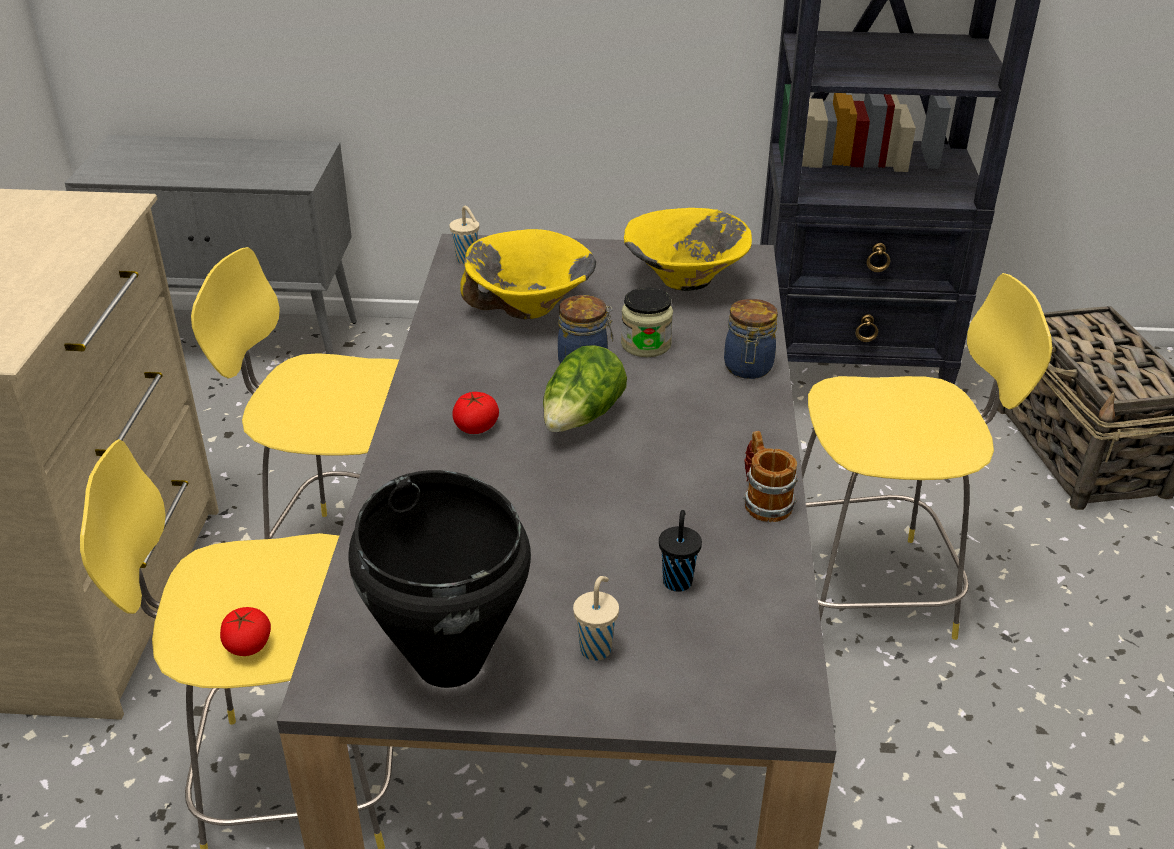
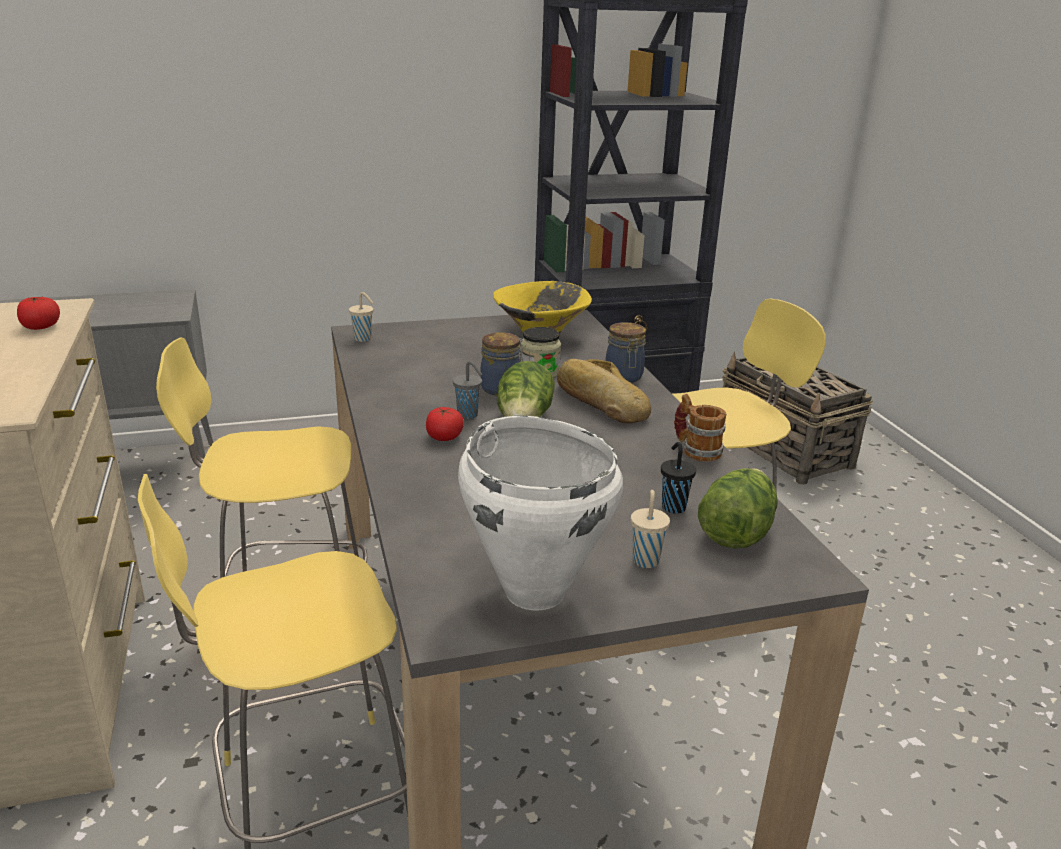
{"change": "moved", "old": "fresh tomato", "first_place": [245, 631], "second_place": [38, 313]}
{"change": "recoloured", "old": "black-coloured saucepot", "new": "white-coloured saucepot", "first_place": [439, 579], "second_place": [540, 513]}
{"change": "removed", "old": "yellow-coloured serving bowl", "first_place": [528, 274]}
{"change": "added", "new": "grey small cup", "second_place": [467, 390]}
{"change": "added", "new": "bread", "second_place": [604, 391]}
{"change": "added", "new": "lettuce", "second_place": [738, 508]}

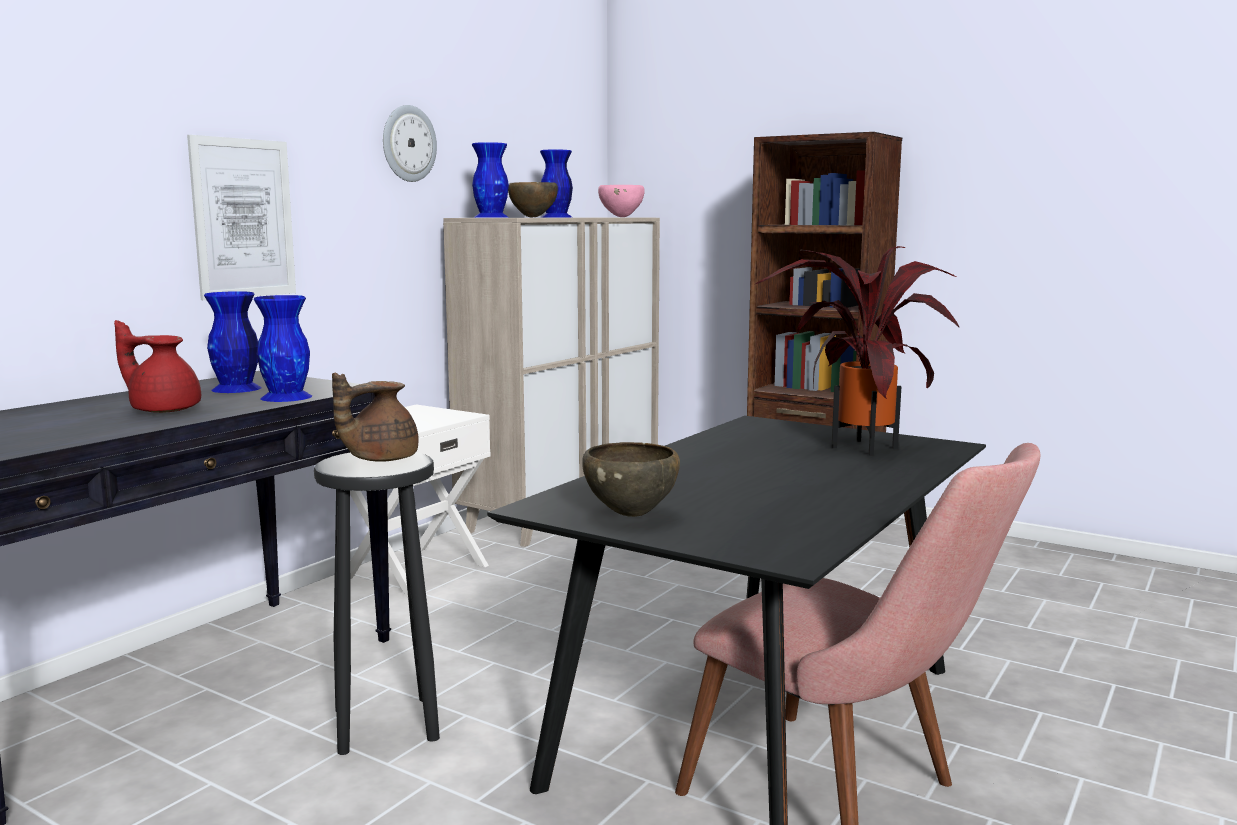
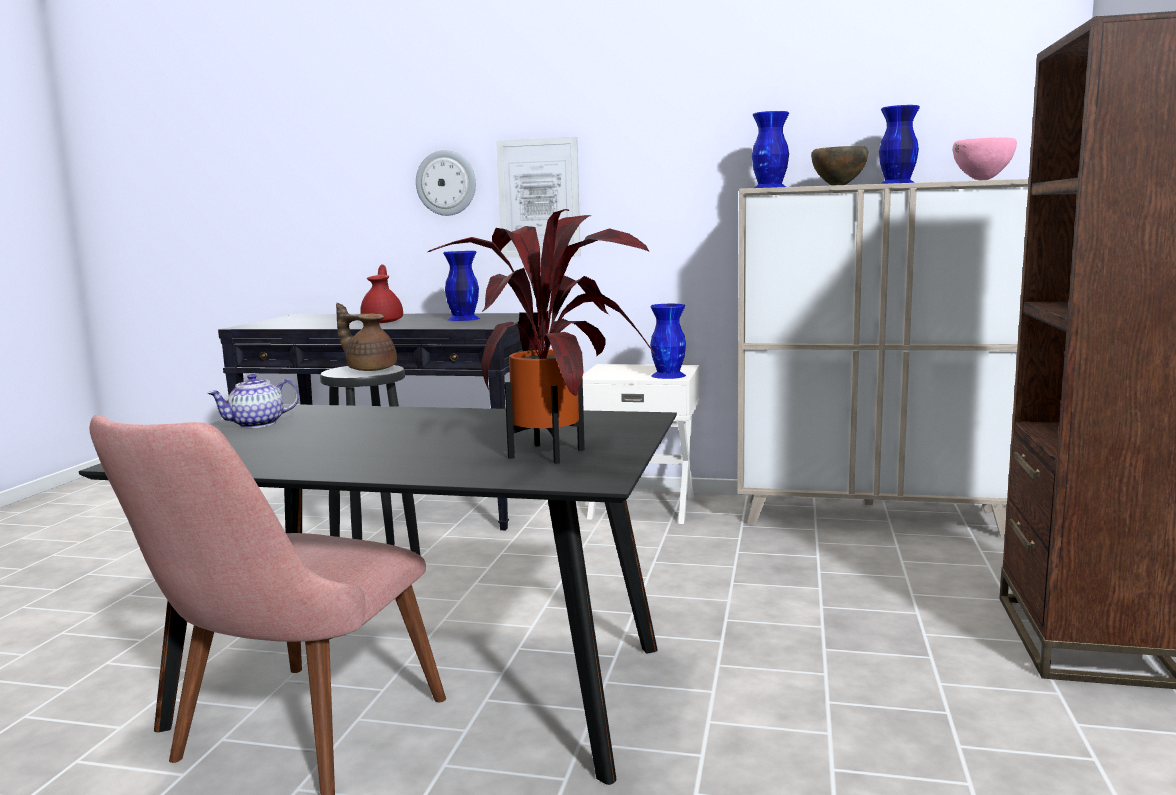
{"change": "moved", "old": "blue-coloured decorative vase", "first_place": [282, 348], "second_place": [668, 341]}
{"change": "moved", "old": "hanging clock", "first_place": [410, 143], "second_place": [446, 183]}
{"change": "replaced", "old": "brown serving bowl", "new": "pot for tea", "first_place": [631, 479], "second_place": [253, 401]}

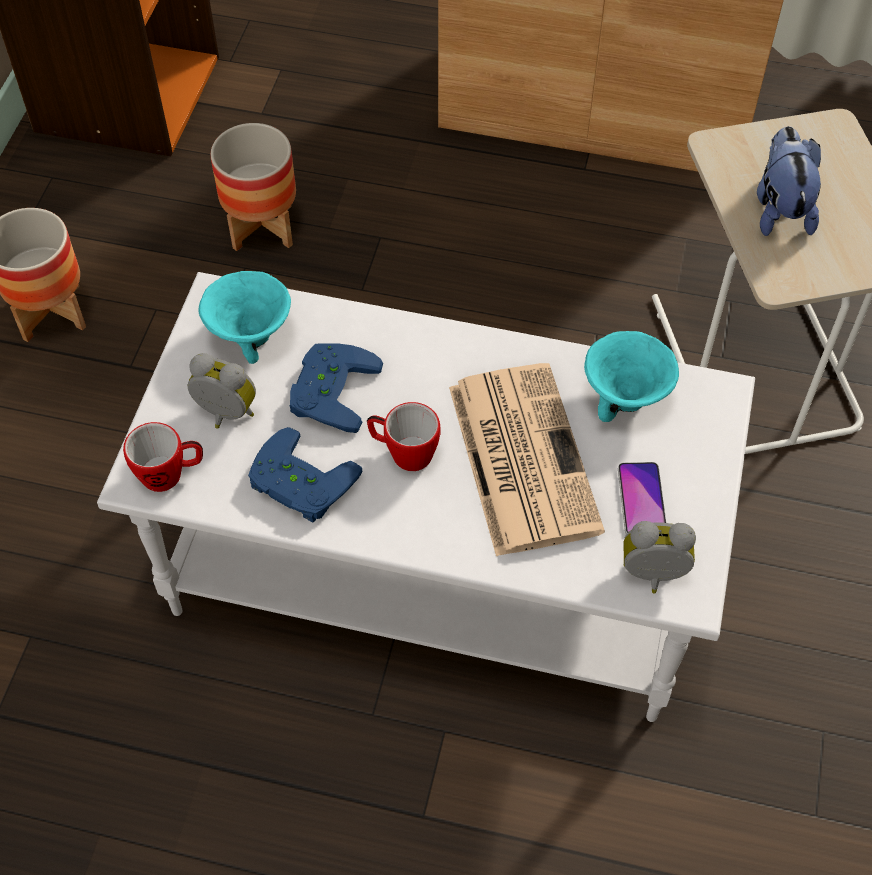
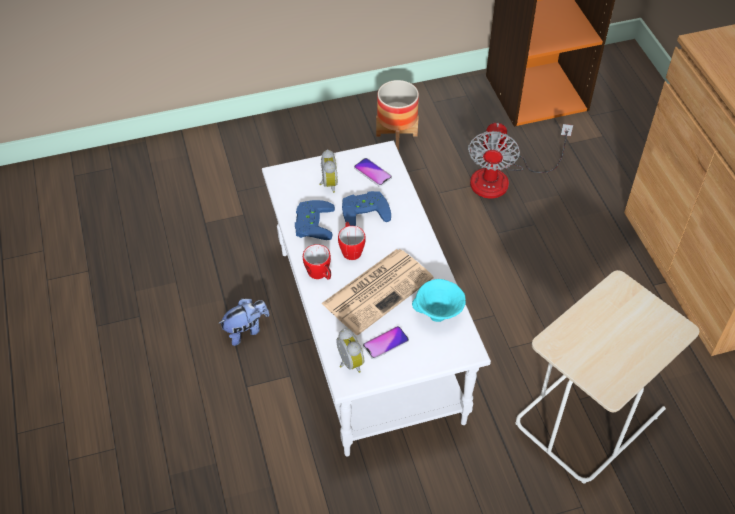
{"change": "moved", "old": "coffee mug", "first_place": [163, 457], "second_place": [317, 262]}
{"change": "replaced", "old": "turquoise-coloured serving bowl", "new": "handset", "first_place": [244, 317], "second_place": [373, 172]}
{"change": "replaced", "old": "plant pot", "new": "fan", "first_place": [253, 187], "second_place": [520, 160]}
{"change": "moved", "old": "plush toy", "first_place": [789, 181], "second_place": [243, 322]}

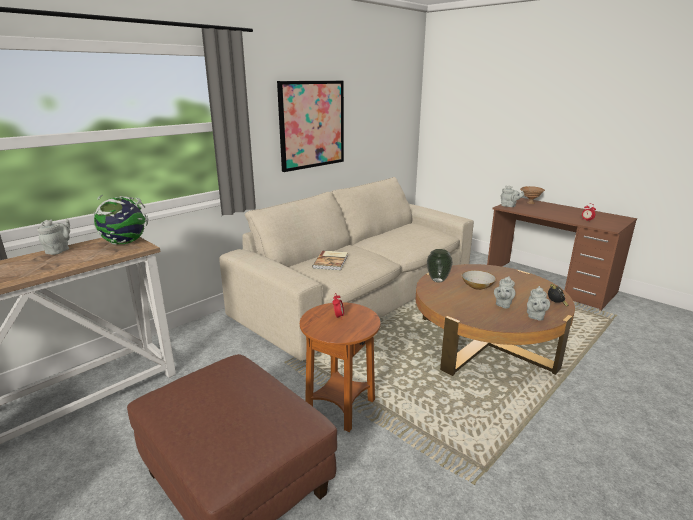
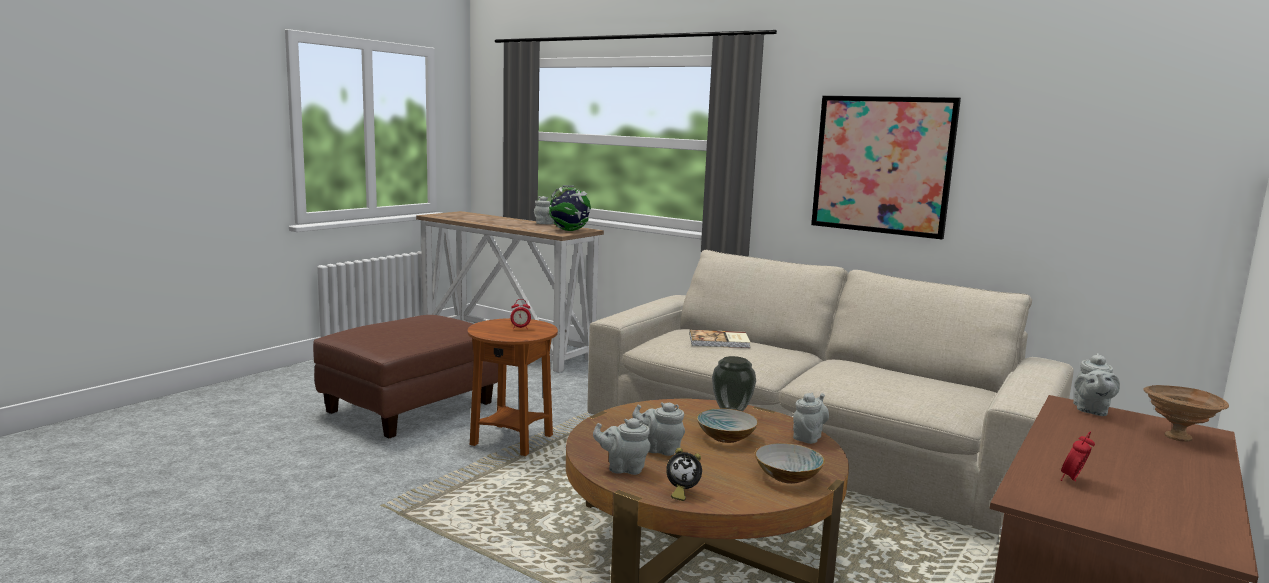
{"change": "added", "new": "serving bowl", "second_place": [790, 463]}
{"change": "added", "new": "grey pot for tea", "second_place": [811, 418]}

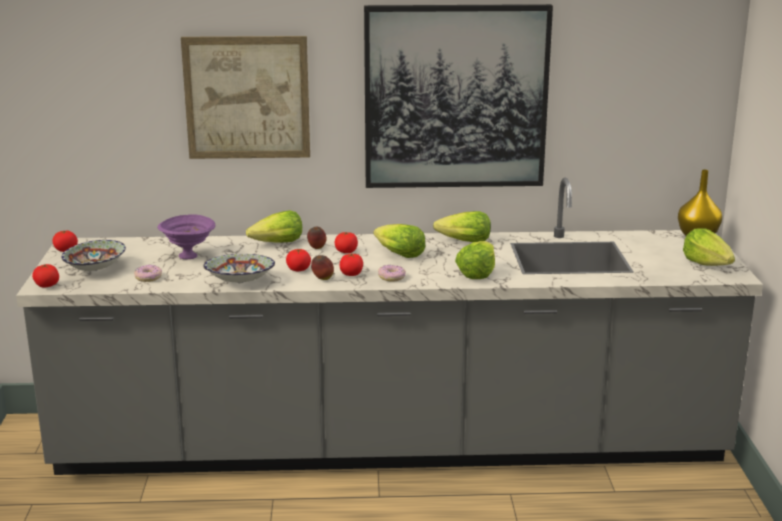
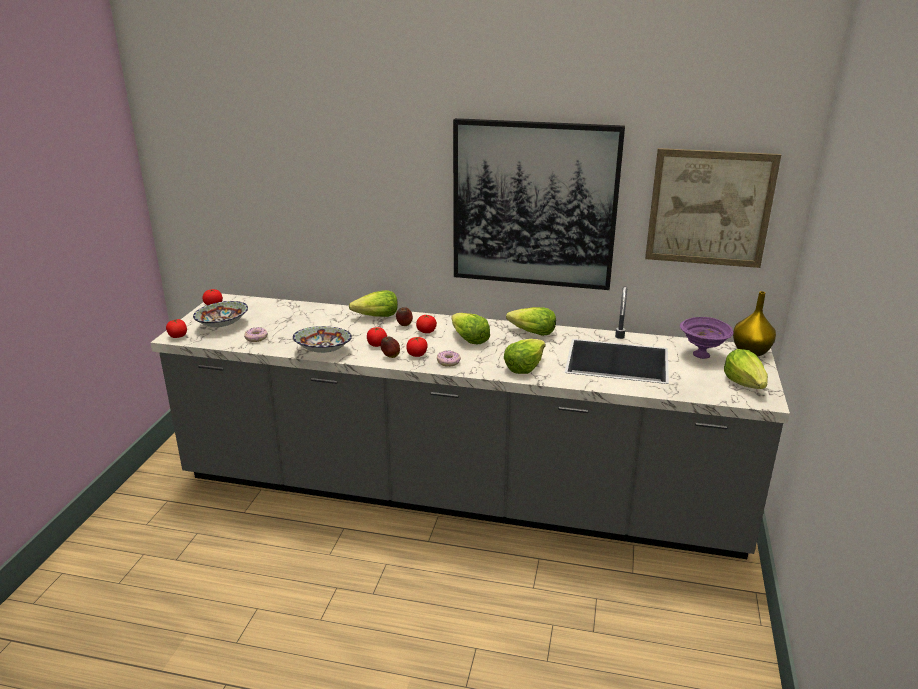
{"change": "moved", "old": "purplish serving bowl", "first_place": [186, 236], "second_place": [707, 338]}
{"change": "moved", "old": "wall picture", "first_place": [245, 97], "second_place": [713, 208]}

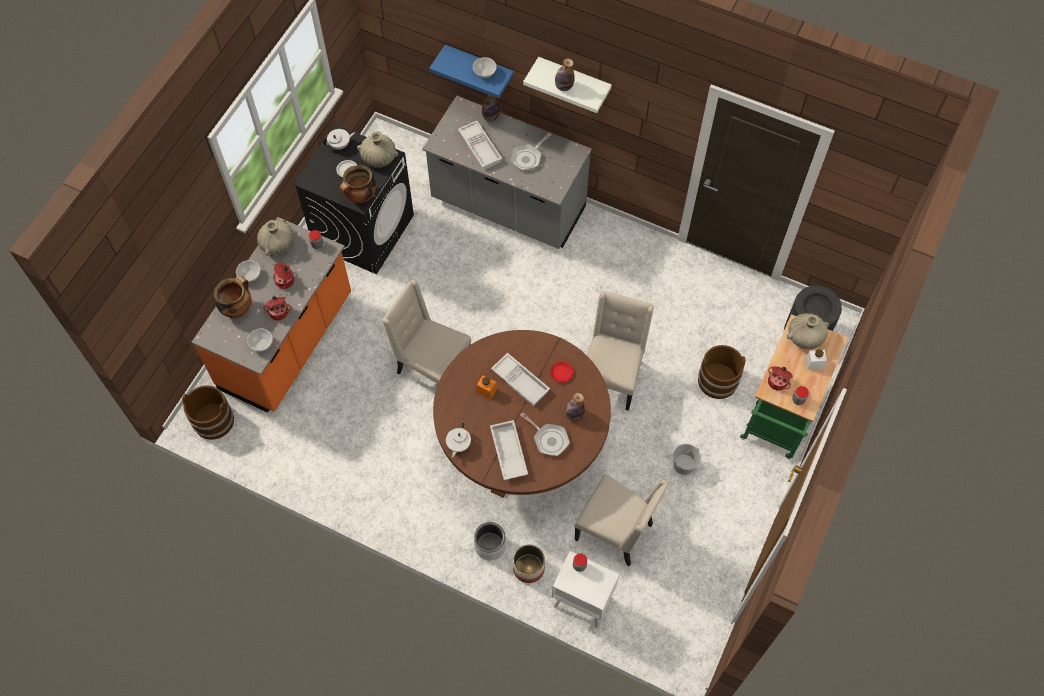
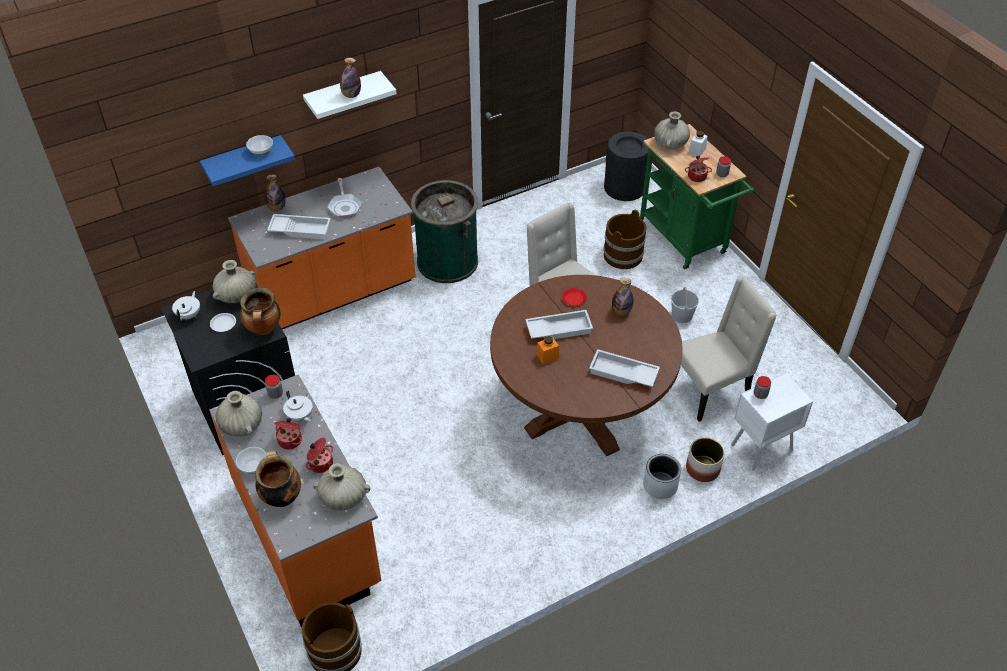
{"change": "replaced", "old": "serving bowl", "new": "sand-coloured decorative vase", "first_place": [260, 340], "second_place": [342, 486]}
{"change": "removed", "old": "sand-coloured chair", "first_place": [426, 332]}
{"change": "recoloured", "old": "grey kitchen base unit", "new": "orangey kitchen base unit", "first_place": [507, 172], "second_place": [322, 248]}
{"change": "moved", "old": "white-coloured pot for tea", "first_place": [458, 440], "second_place": [298, 406]}
{"change": "removed", "old": "skillet", "first_place": [545, 434]}
{"change": "added", "new": "green-coloured rubbish bin", "second_place": [444, 231]}

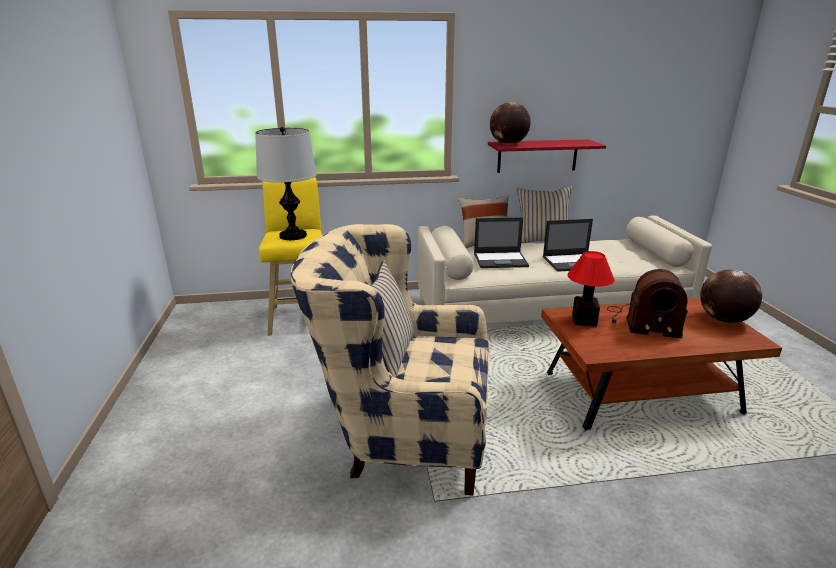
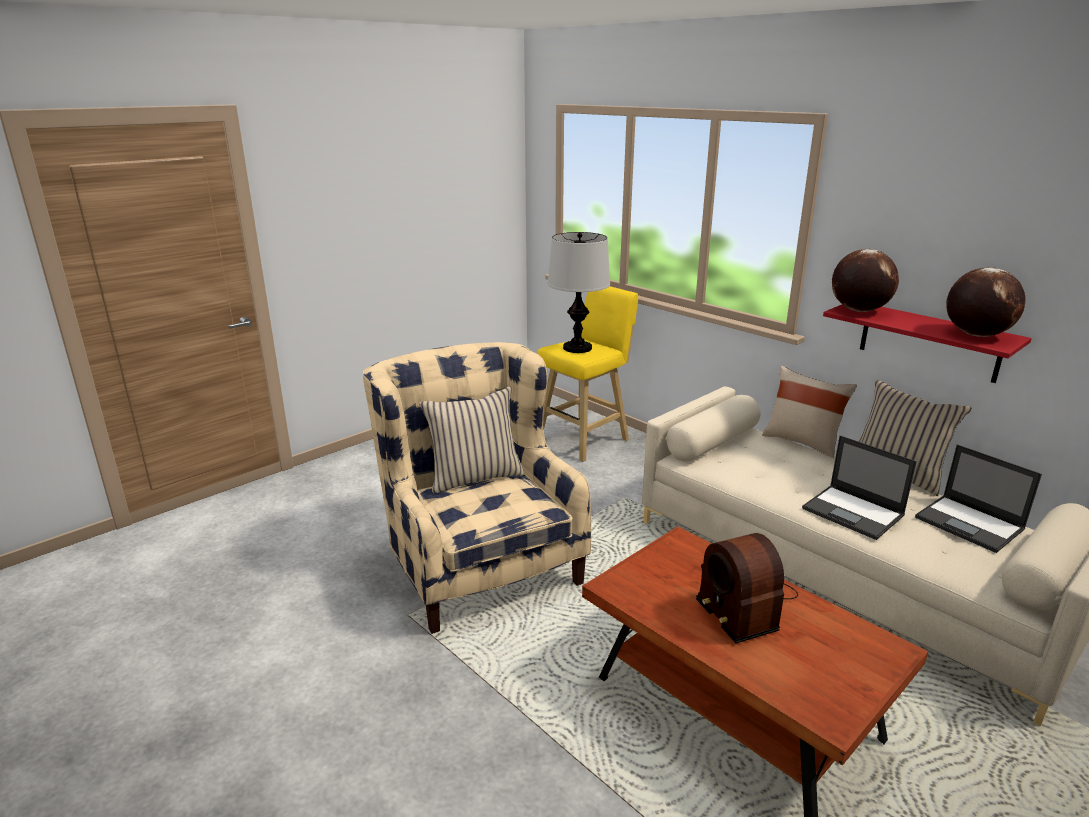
{"change": "moved", "old": "notebook computer", "first_place": [501, 242], "second_place": [978, 498]}
{"change": "removed", "old": "tabletop lamp", "first_place": [591, 288]}
{"change": "moved", "old": "world globe", "first_place": [731, 296], "second_place": [986, 302]}

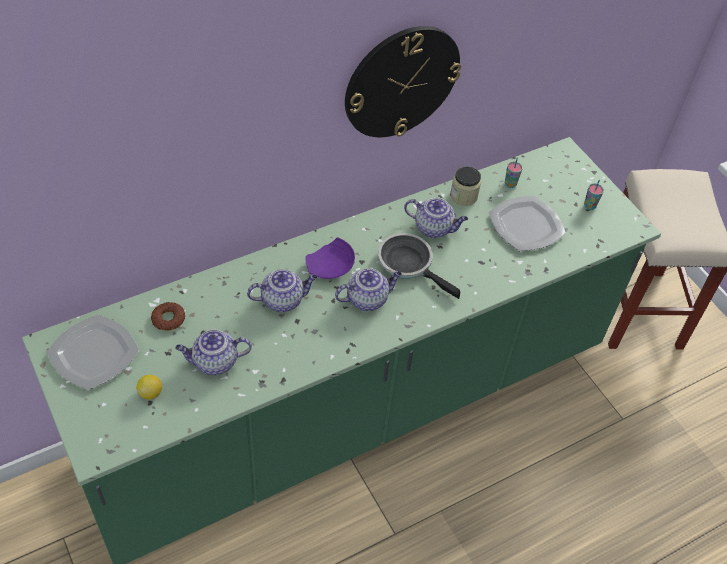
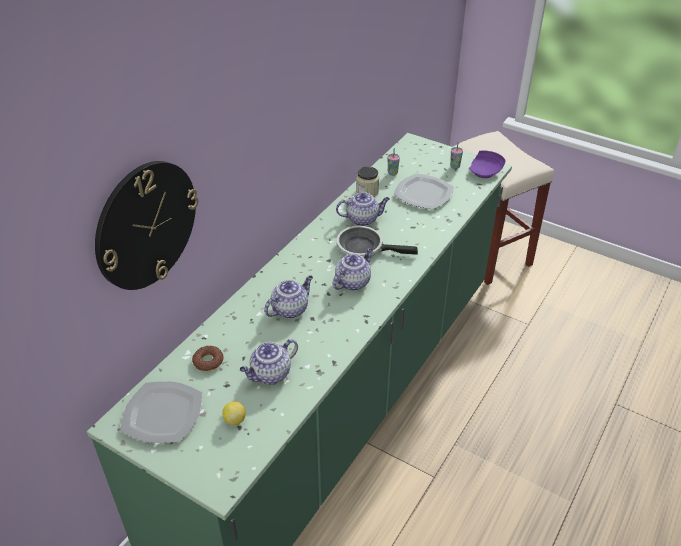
{"change": "moved", "old": "purplish flat dish", "first_place": [330, 258], "second_place": [487, 164]}
{"change": "moved", "old": "hanging clock", "first_place": [403, 81], "second_place": [146, 225]}

